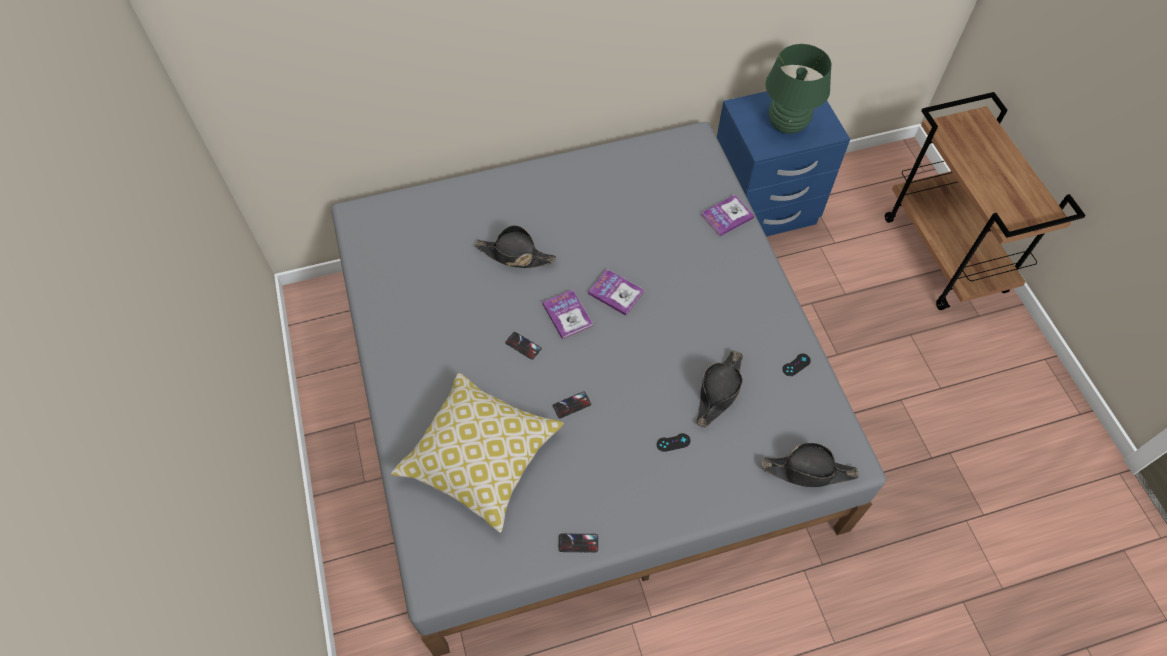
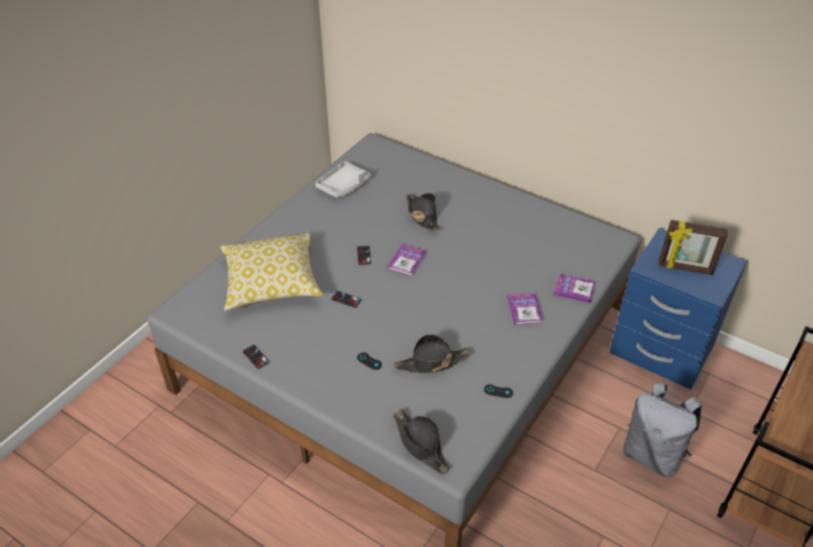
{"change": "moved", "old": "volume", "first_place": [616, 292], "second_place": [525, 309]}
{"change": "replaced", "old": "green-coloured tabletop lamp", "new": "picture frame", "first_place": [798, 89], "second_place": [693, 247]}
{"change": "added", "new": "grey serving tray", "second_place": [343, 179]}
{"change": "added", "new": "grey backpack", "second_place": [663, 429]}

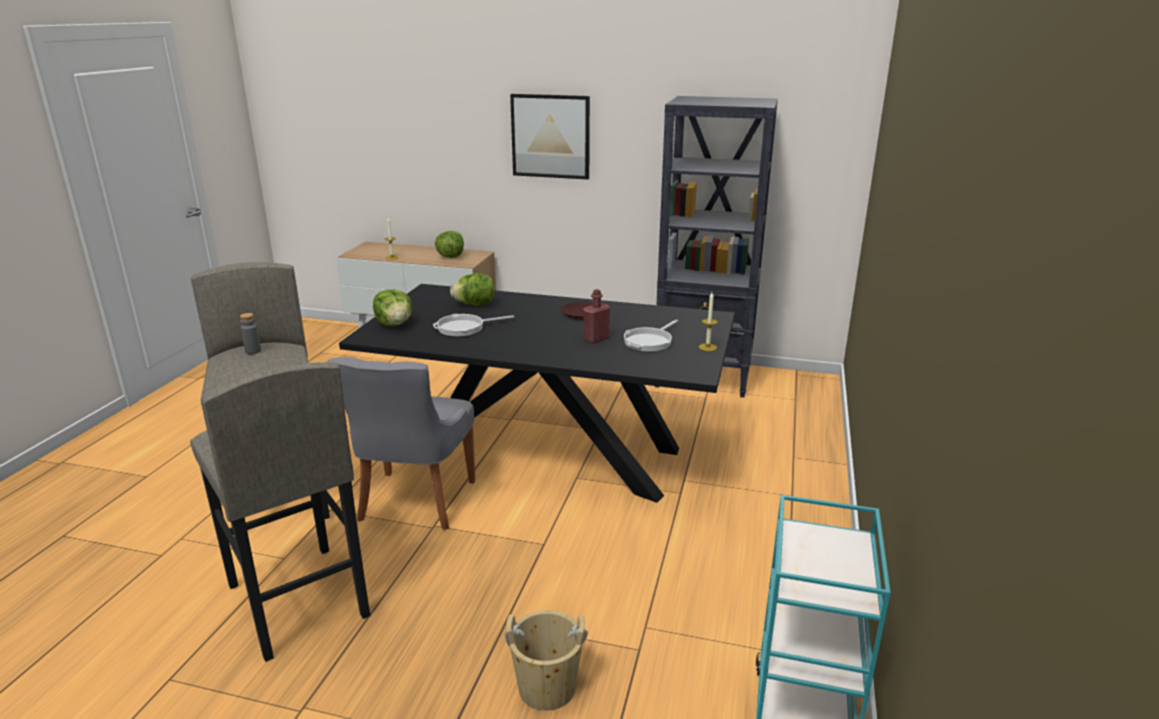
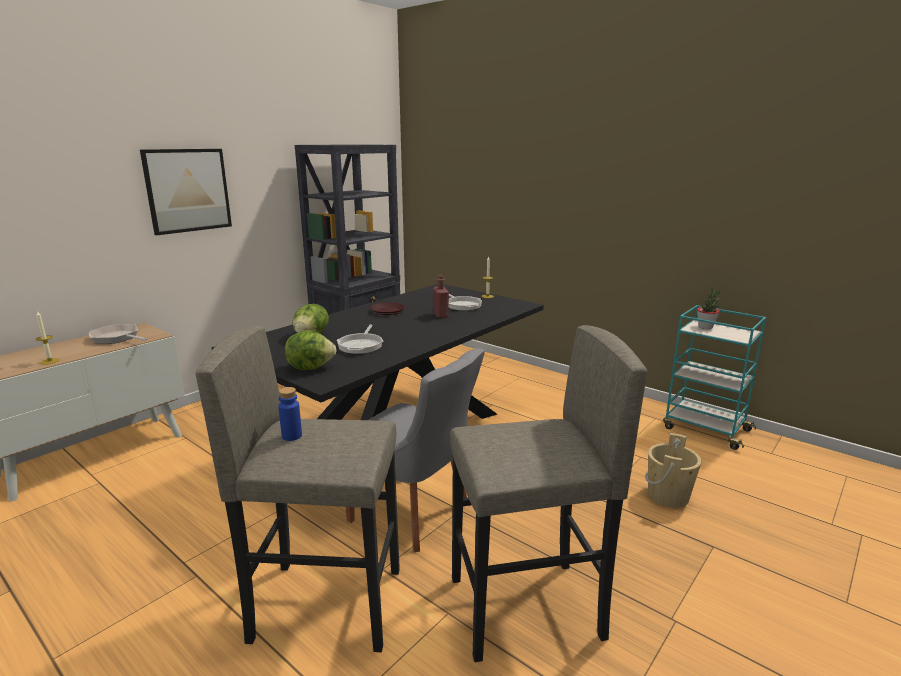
{"change": "recoloured", "old": "grey bottle", "new": "blue-coloured bottle", "first_place": [250, 333], "second_place": [290, 414]}
{"change": "replaced", "old": "lettuce", "new": "skillet", "first_place": [449, 244], "second_place": [118, 334]}
{"change": "added", "new": "plant in a pot", "second_place": [708, 308]}

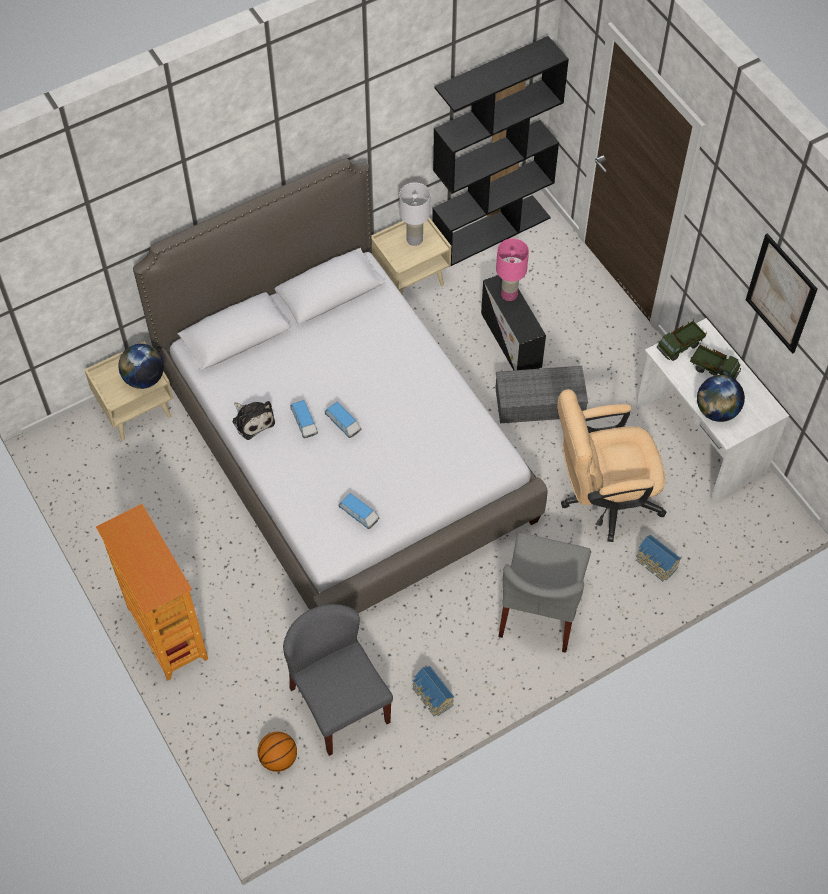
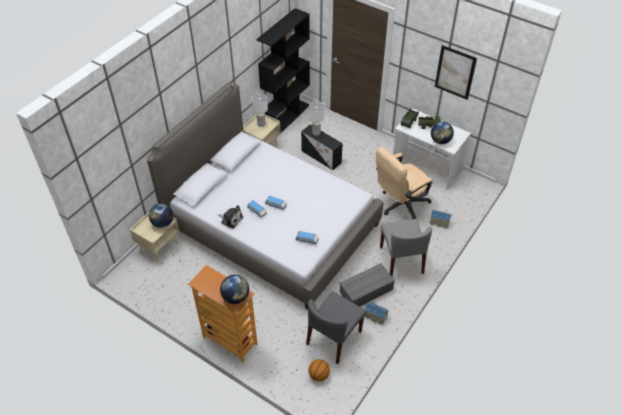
{"change": "turned", "old": "grey chair", "first_place": [338, 680], "second_place": [336, 327], "degrees": -90}
{"change": "moved", "old": "grey storage container", "first_place": [541, 394], "second_place": [367, 285]}
{"change": "recoloured", "old": "pinkish tabletop lamp", "new": "white-coloured tabletop lamp", "first_place": [512, 269], "second_place": [316, 118]}
{"change": "added", "new": "world globe", "second_place": [234, 289]}

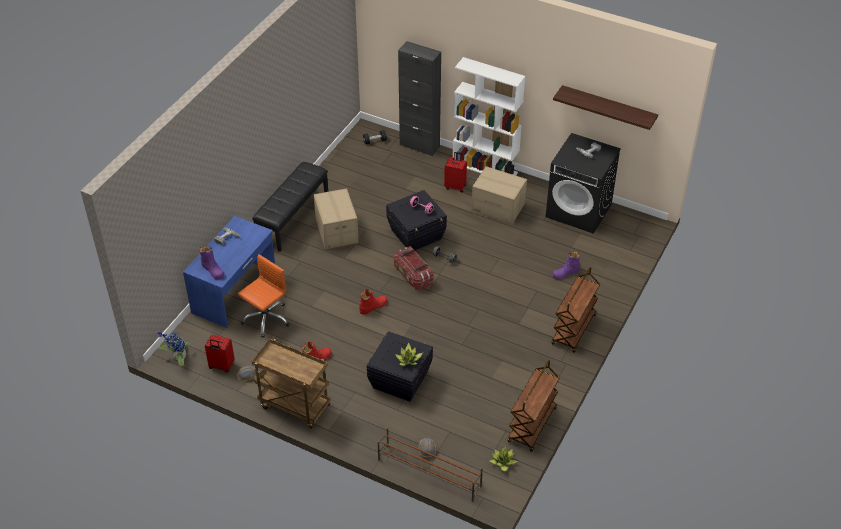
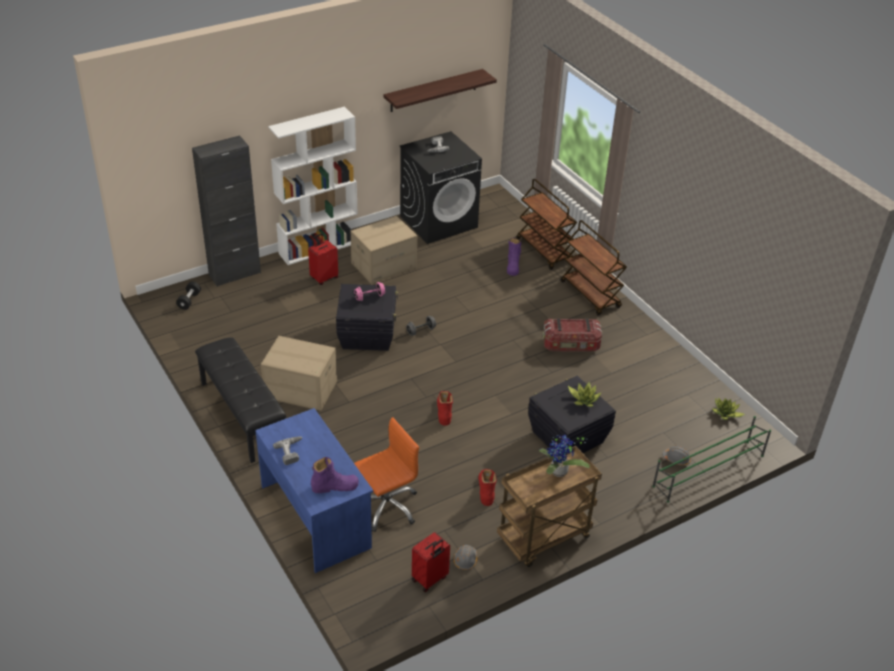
{"change": "moved", "old": "plant in a pot", "first_place": [173, 349], "second_place": [564, 455]}
{"change": "turned", "old": "orangey computer chair", "first_place": [264, 296], "second_place": [386, 474], "degrees": 75}
{"change": "recoloured", "old": "brown shoe shelf", "new": "green-coloured shoe shelf", "first_place": [430, 464], "second_place": [711, 459]}
{"change": "moved", "old": "storage container", "first_place": [414, 268], "second_place": [572, 335]}
{"change": "moved", "old": "brown trolley", "first_place": [534, 406], "second_place": [546, 224]}

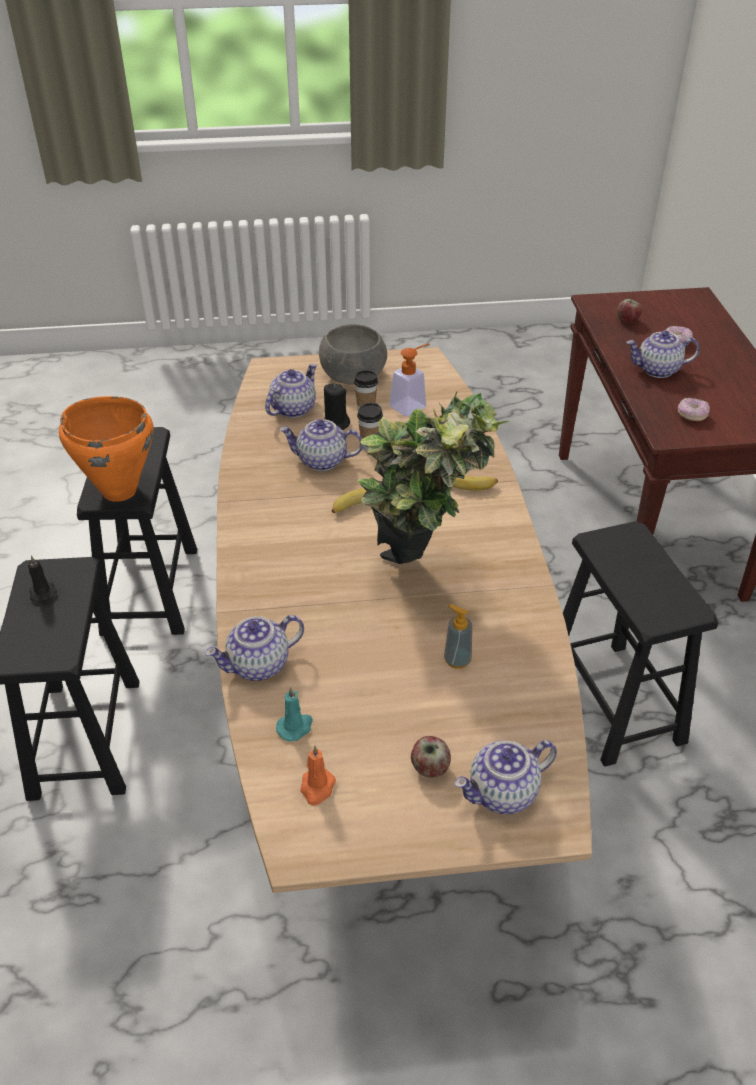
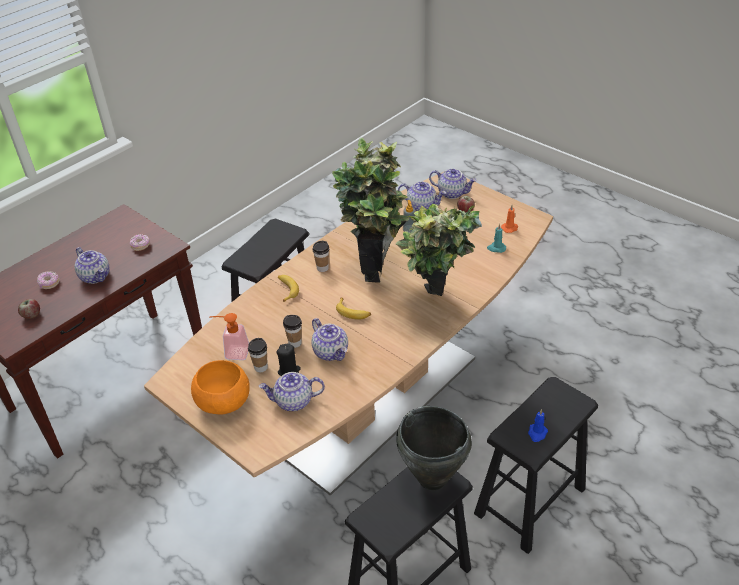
{"change": "recoloured", "old": "black-coloured wax candle", "new": "blue-coloured wax candle", "first_place": [42, 579], "second_place": [538, 425]}
{"change": "recoloured", "old": "orangey saucepot", "new": "black-coloured saucepot", "first_place": [106, 449], "second_place": [434, 448]}
{"change": "moved", "old": "pot for tea", "first_place": [254, 648], "second_place": [422, 196]}
{"change": "recoloured", "old": "grey serving bowl", "new": "orangey serving bowl", "first_place": [353, 354], "second_place": [220, 387]}
{"change": "added", "new": "small cup", "second_place": [321, 256]}
{"change": "added", "new": "plant in a pot", "second_place": [439, 250]}

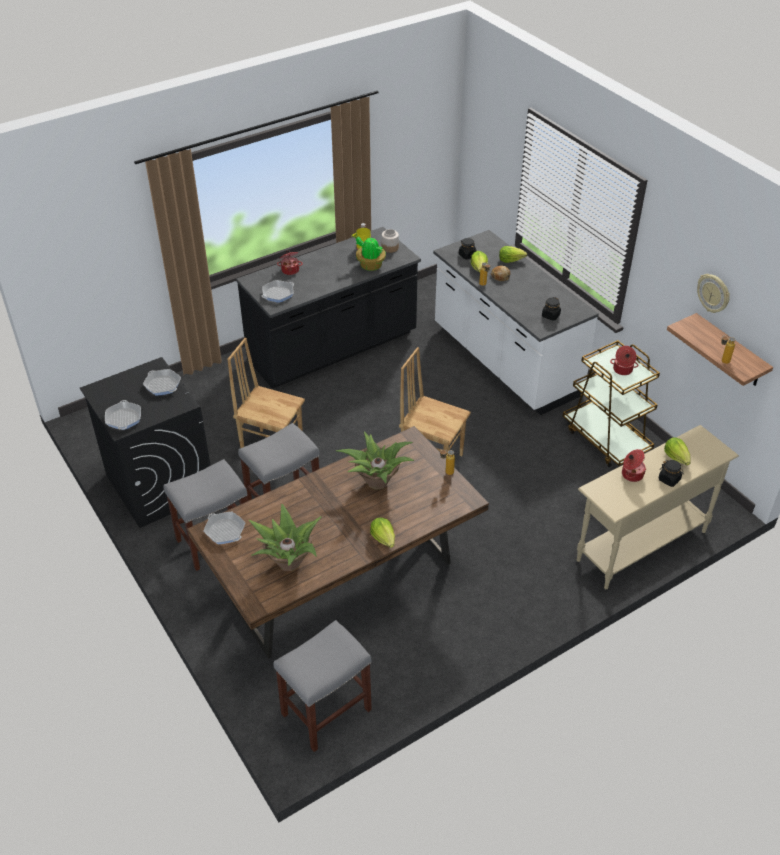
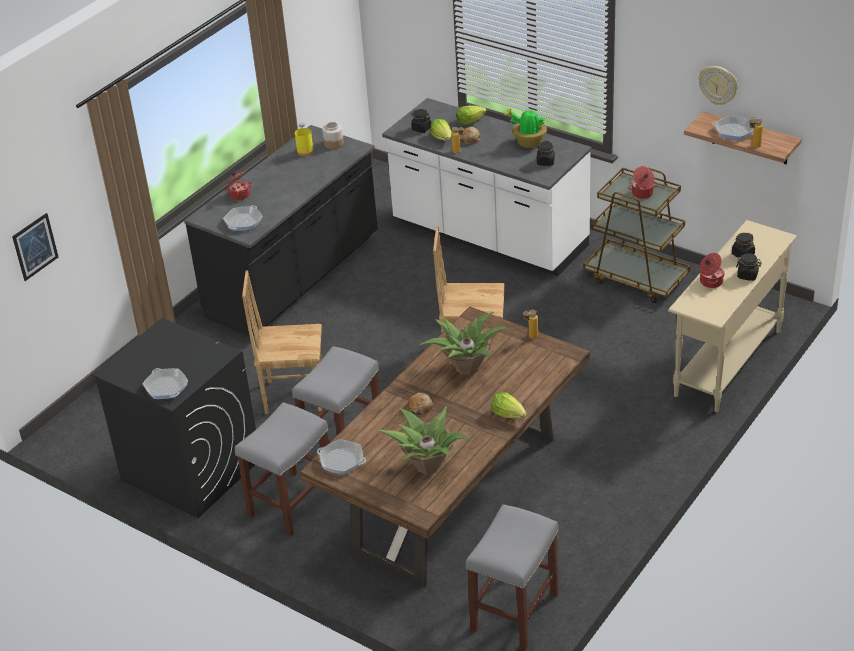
{"change": "moved", "old": "skillet", "first_place": [162, 382], "second_place": [733, 128]}
{"change": "moved", "old": "plant in a pot", "first_place": [368, 251], "second_place": [526, 128]}
{"change": "replaced", "old": "lettuce", "new": "black-coloured storage jar", "first_place": [677, 451], "second_place": [743, 245]}
{"change": "added", "new": "wall picture", "second_place": [35, 247]}
{"change": "added", "new": "bread", "second_place": [420, 403]}

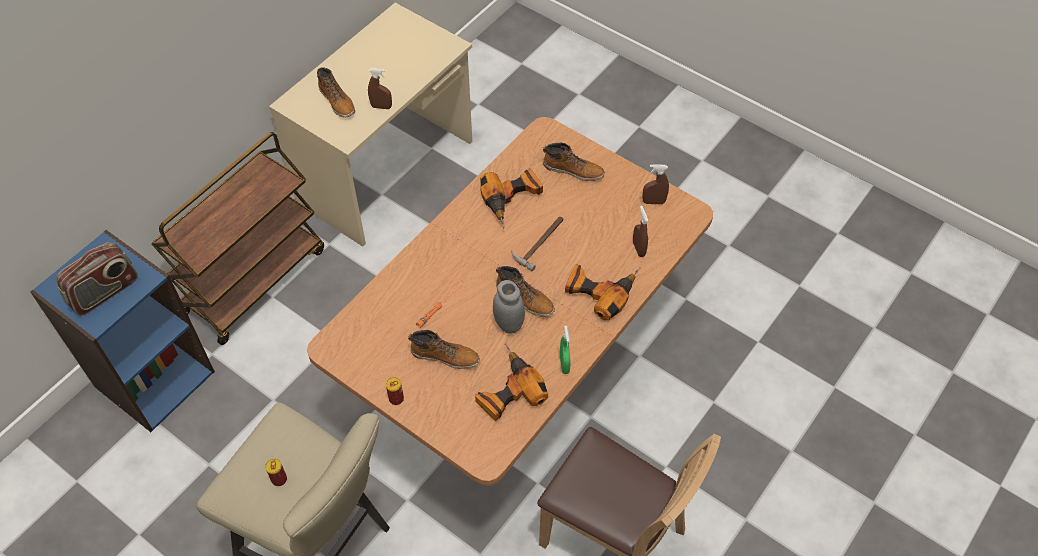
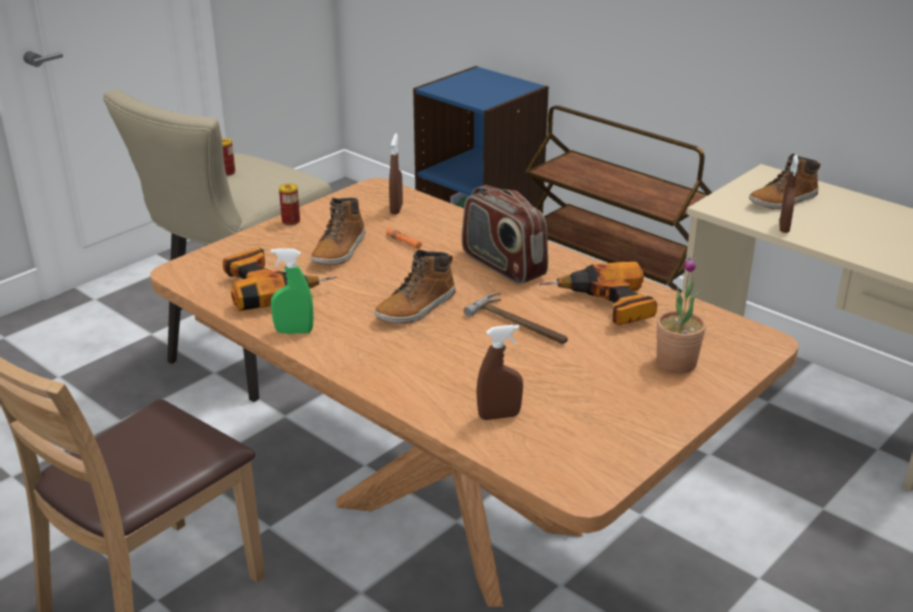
{"change": "moved", "old": "radio receiver", "first_place": [97, 279], "second_place": [505, 234]}
{"change": "removed", "old": "grey storage jar", "first_place": [509, 307]}
{"change": "replaced", "old": "tall boot", "new": "plant in a pot", "first_place": [574, 161], "second_place": [681, 315]}
{"change": "removed", "old": "drill", "first_place": [603, 292]}
{"change": "moved", "old": "brown spray bottle", "first_place": [655, 184], "second_place": [396, 173]}

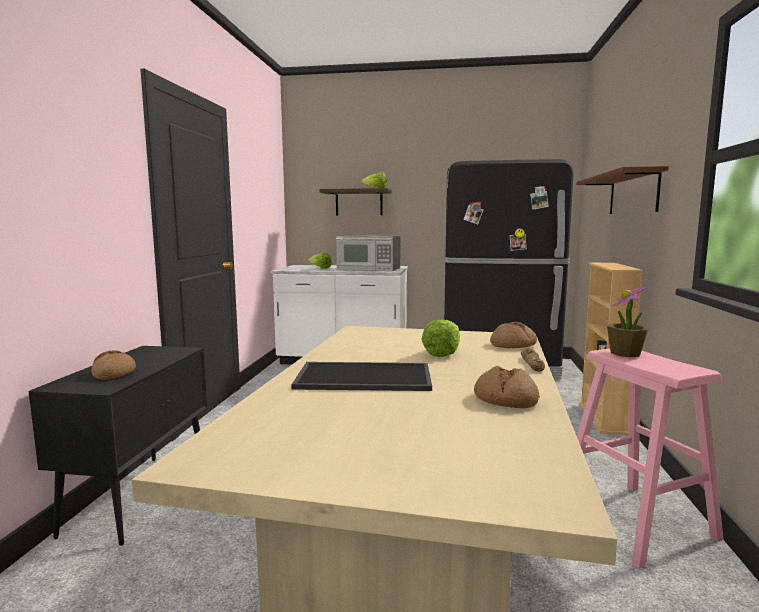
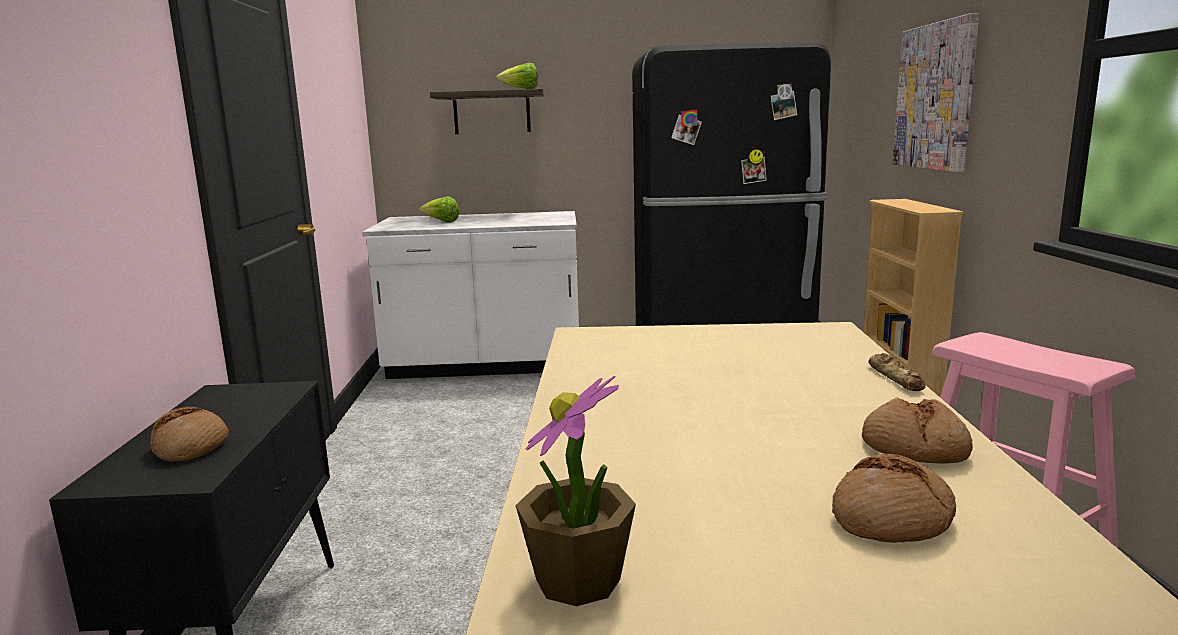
{"change": "removed", "old": "serving tray", "first_place": [361, 376]}
{"change": "removed", "old": "microwave", "first_place": [368, 253]}
{"change": "removed", "old": "lettuce", "first_place": [440, 338]}
{"change": "moved", "old": "bread", "first_place": [513, 335], "second_place": [894, 498]}
{"change": "replaced", "old": "brown wall shelf", "new": "wall picture", "first_place": [622, 190], "second_place": [936, 92]}
{"change": "moved", "old": "plant in a pot", "first_place": [628, 321], "second_place": [575, 491]}

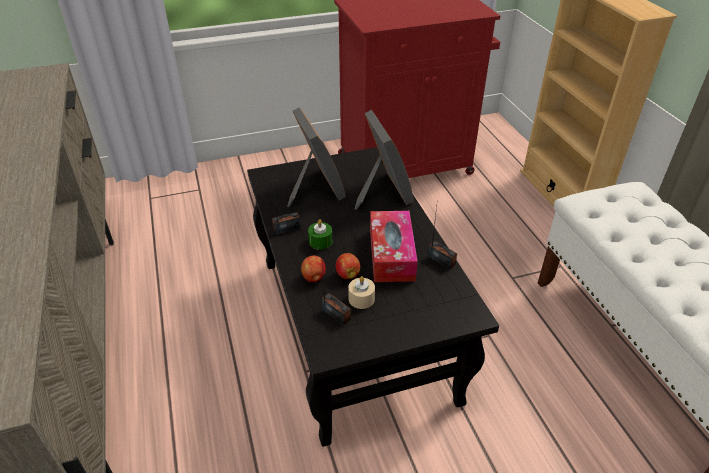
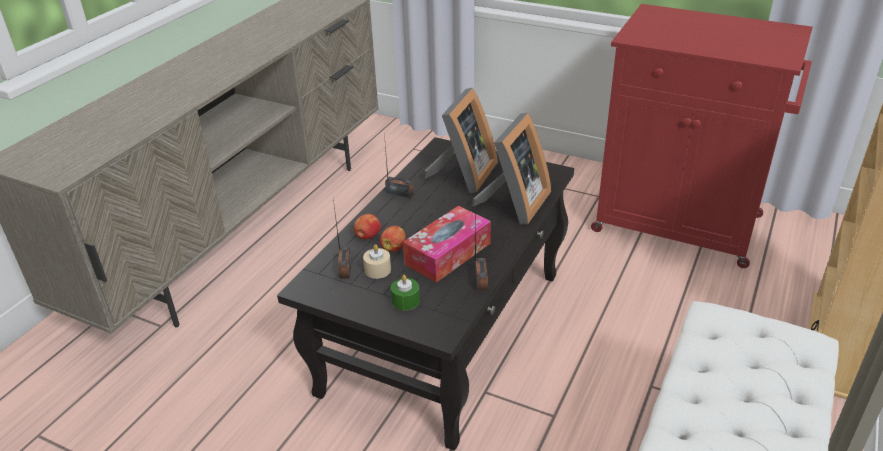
{"change": "moved", "old": "green-coloured wax candle", "first_place": [320, 234], "second_place": [405, 293]}

